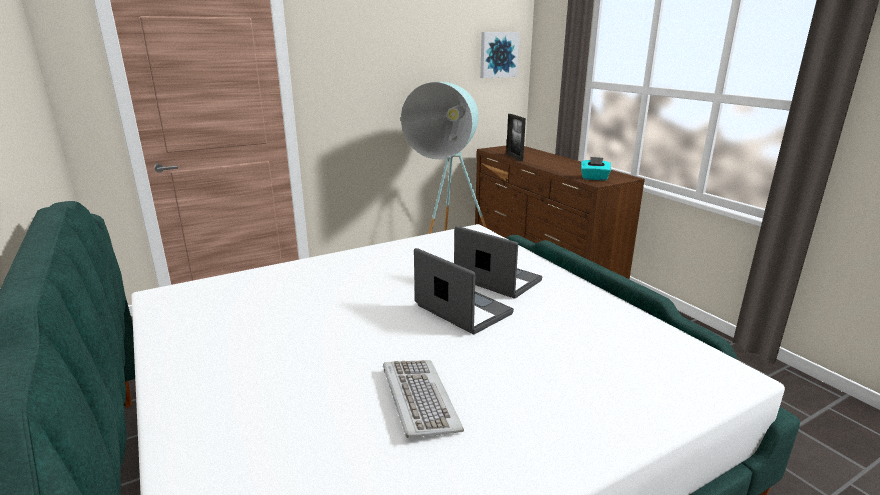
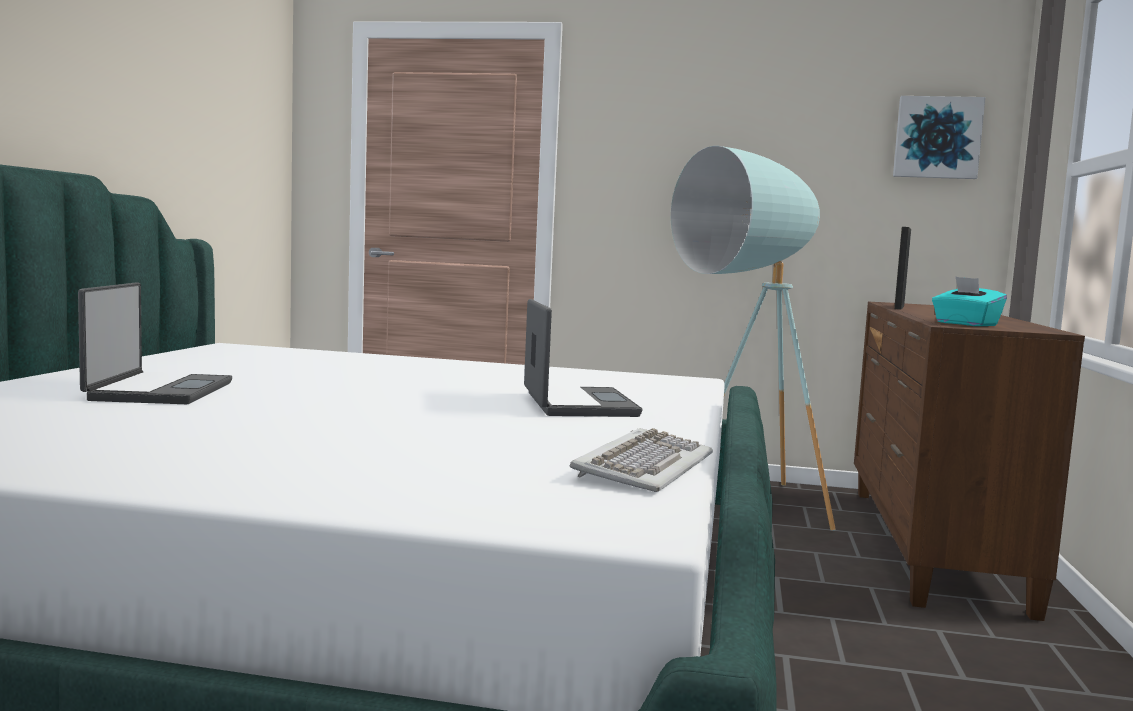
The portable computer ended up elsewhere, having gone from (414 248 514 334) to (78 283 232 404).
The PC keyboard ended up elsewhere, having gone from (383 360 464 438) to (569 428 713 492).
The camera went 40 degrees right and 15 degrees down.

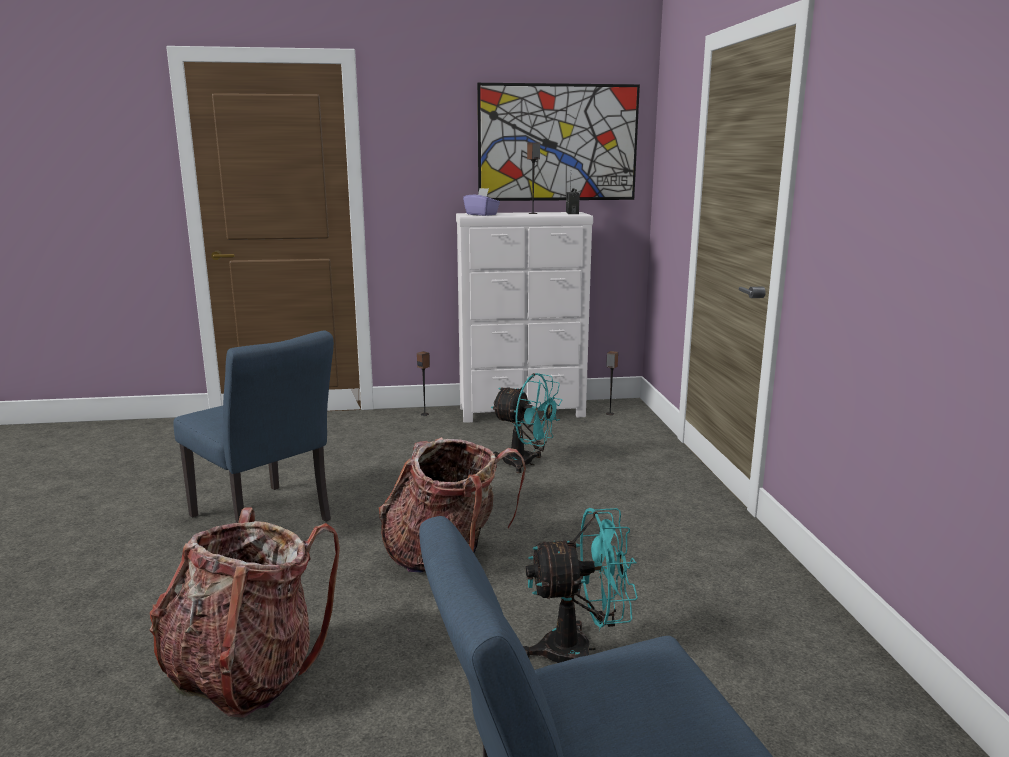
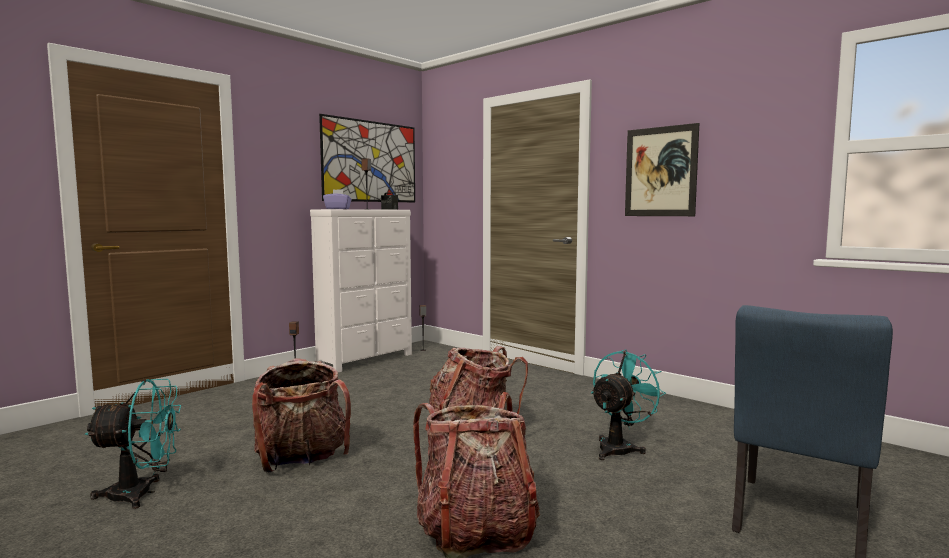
Where the blue-coloured chair stood at (173 331 334 523), the rucksack came to stand at (252 359 351 472).
The turquoise electric fan ended up elsewhere, having gone from (491 373 562 473) to (85 379 181 509).
The second view gained the wall art at (625 123 699 216).
The camera went 40 degrees left and 10 degrees down.

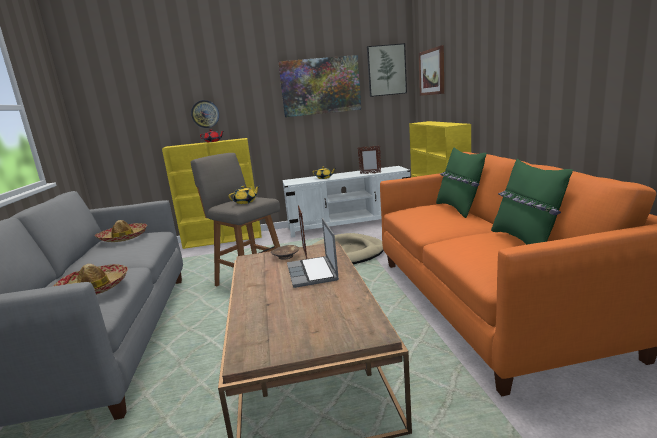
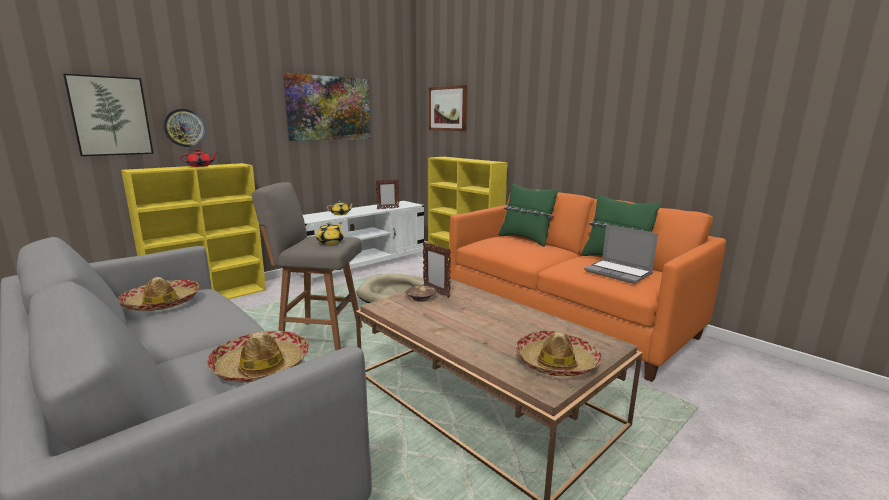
The wall art ended up elsewhere, having gone from (367 43 407 97) to (63 74 154 156).
The portable computer ended up elsewhere, having gone from (287 218 339 288) to (584 224 658 284).
The second view gained the wearable hat at (516 330 602 376).
The camera went 35 degrees left and 0 degrees up.

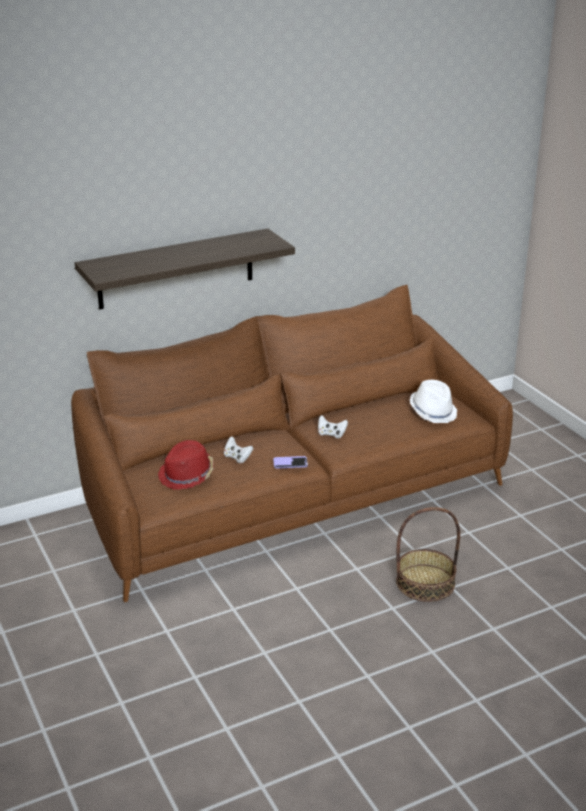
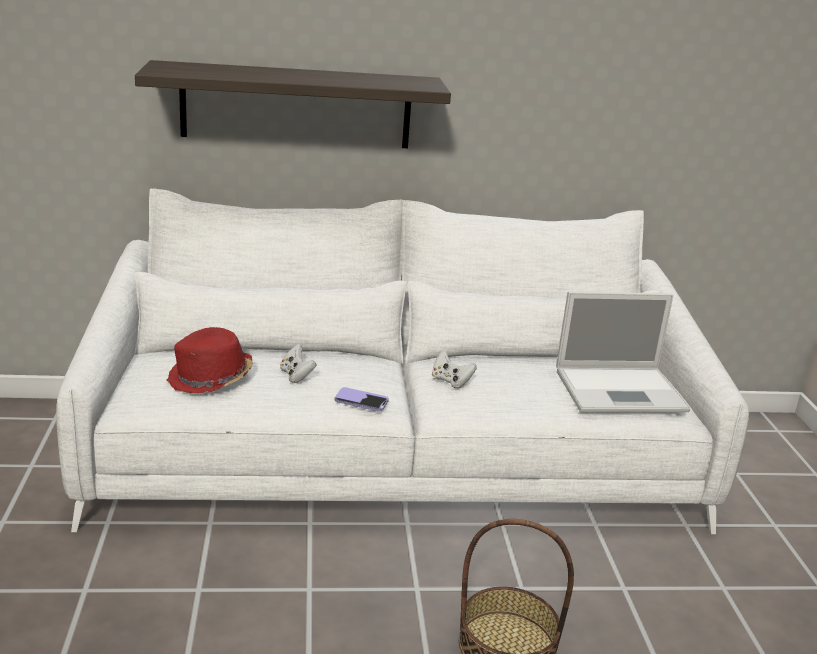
What was the brown couch at (71 285 513 602) turned into the whitish couch at (56 188 749 534).
Where the whitish wearable hat stood at (410 380 457 423), the portable computer came to stand at (556 292 690 412).
The camera went 20 degrees right and 5 degrees down.

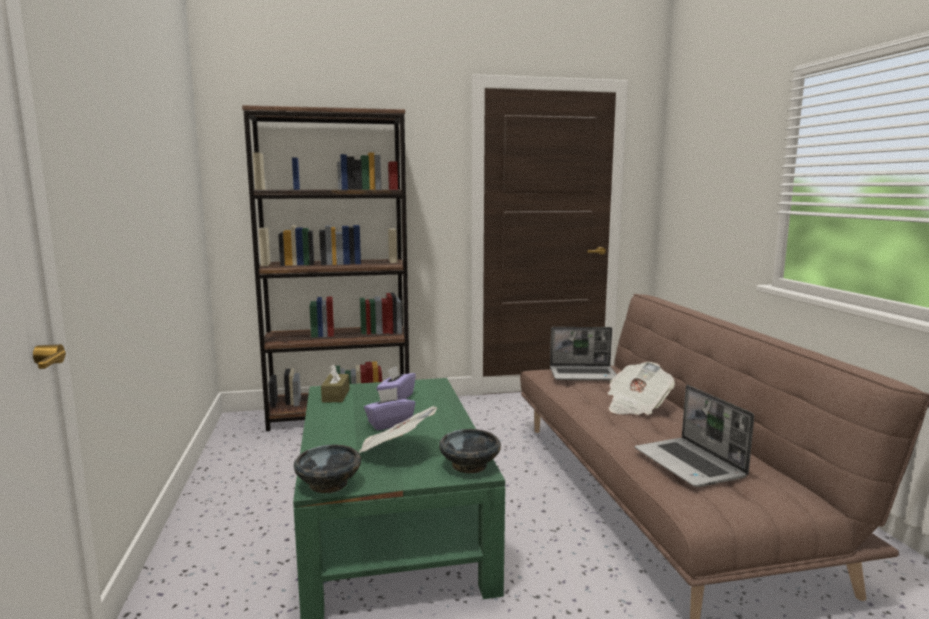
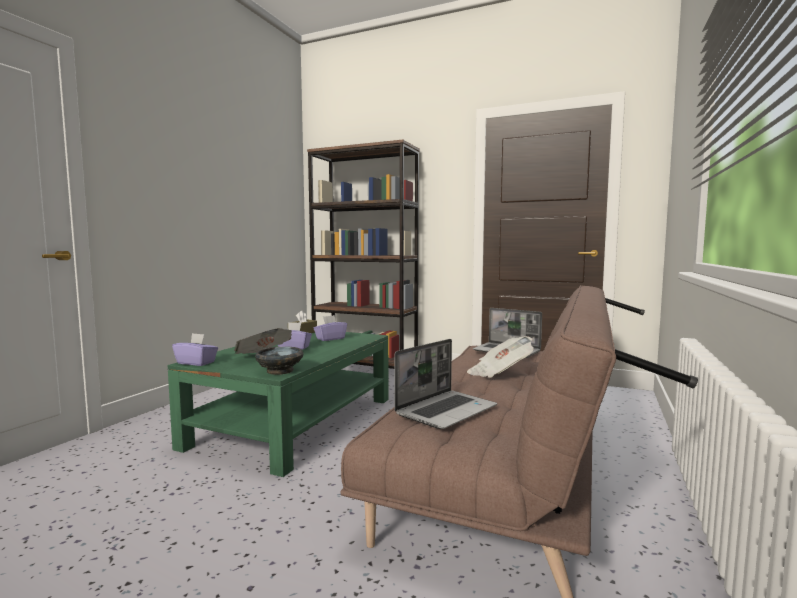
The portable computer at (635 385 754 487) ended up facing another way, 150 degrees counterclockwise from before.
Where the black-coloured deep dish stood at (294 444 361 493), the purple-coloured tissue holder came to stand at (172 333 218 366).
The camera went 35 degrees right and 5 degrees down.

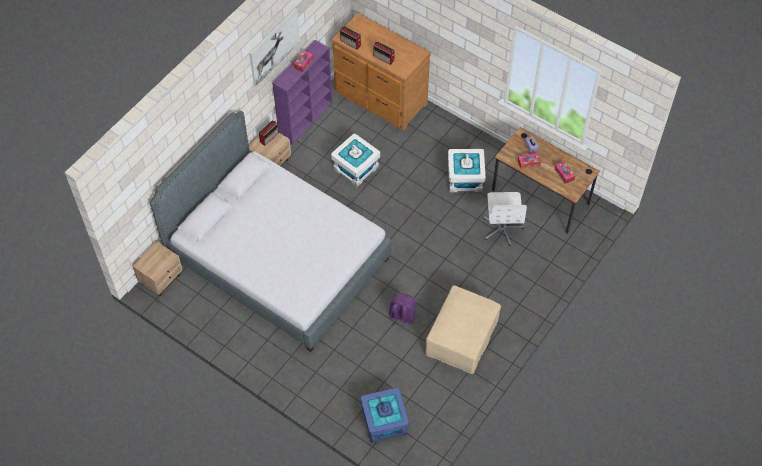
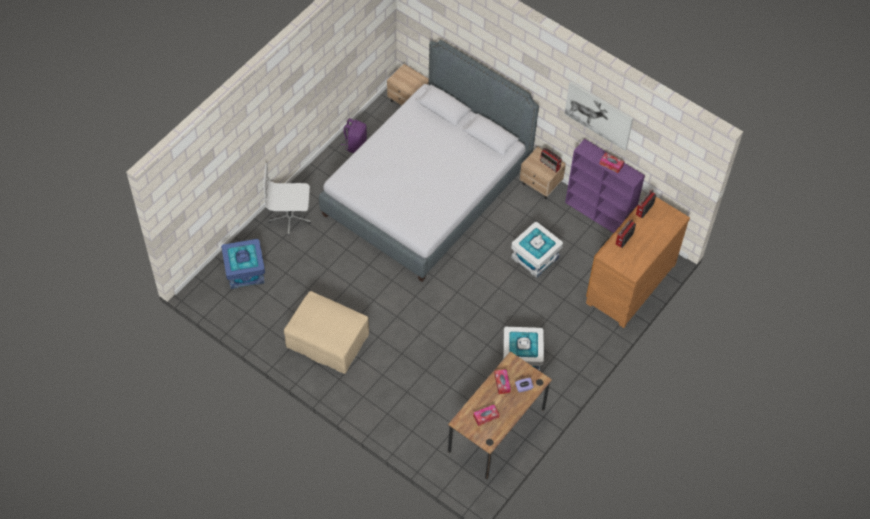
The whitish office chair ended up elsewhere, having gone from (483 192 527 246) to (263 163 311 235).
The purple-coloured rucksack ended up elsewhere, having gone from (389 293 416 331) to (341 118 367 153).
The camera went 90 degrees right and 0 degrees up.

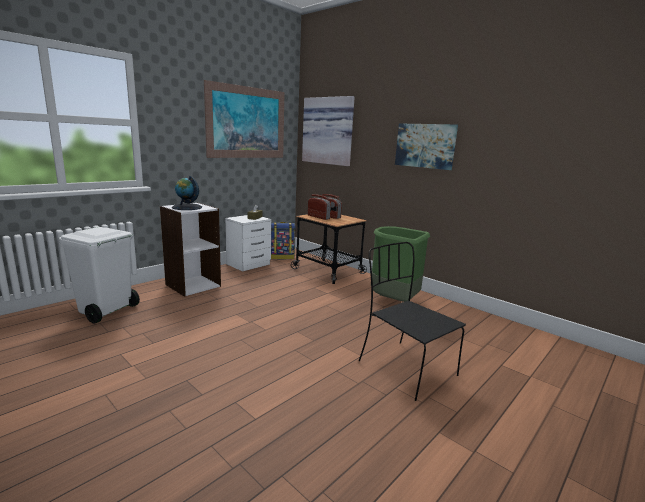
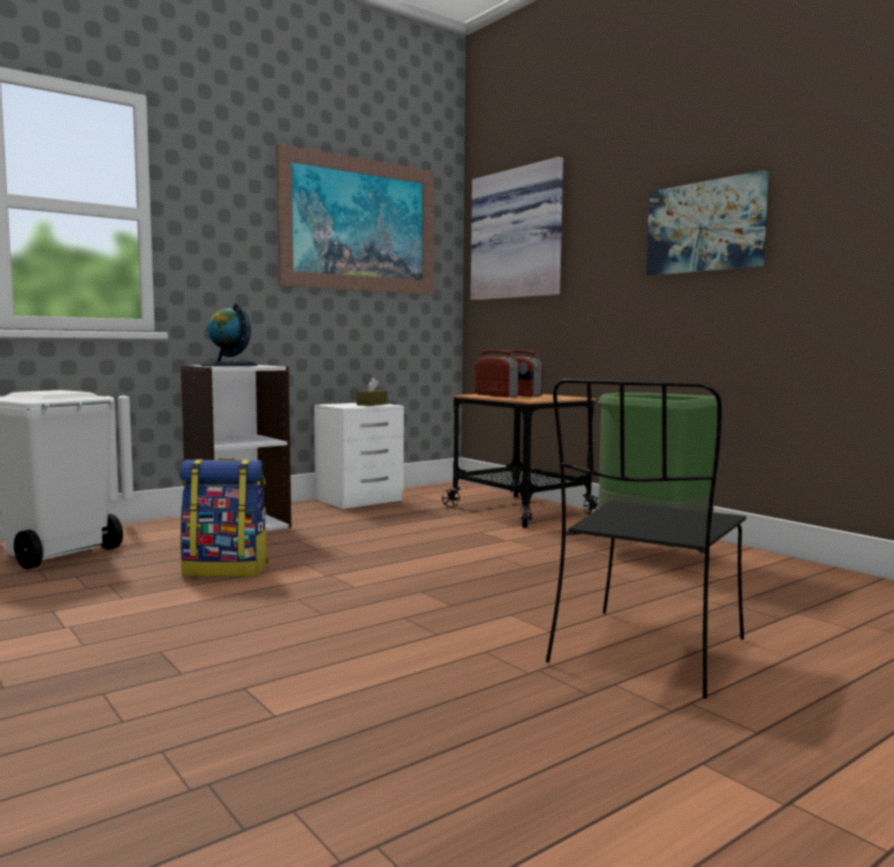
The rucksack ended up elsewhere, having gone from (271 222 296 259) to (180 458 268 577).
The black-coloured chair at (359 242 466 401) ended up facing another way, 120 degrees counterclockwise from before.
The camera went 10 degrees right and 10 degrees down.

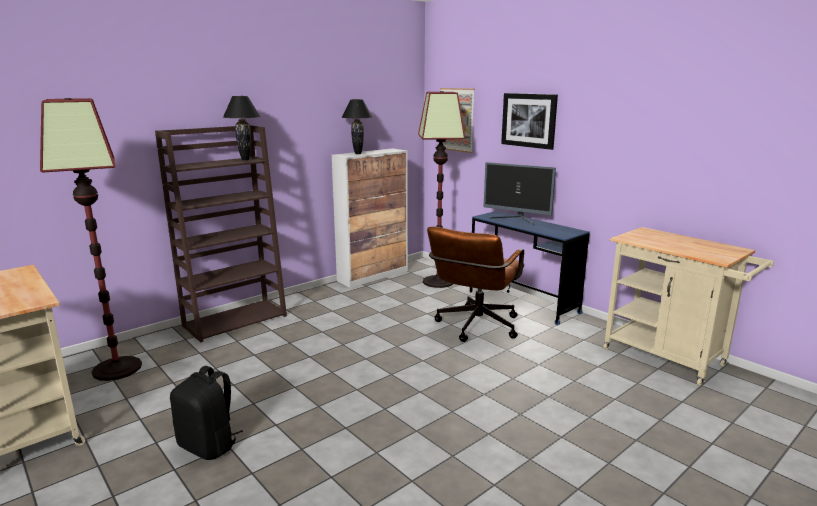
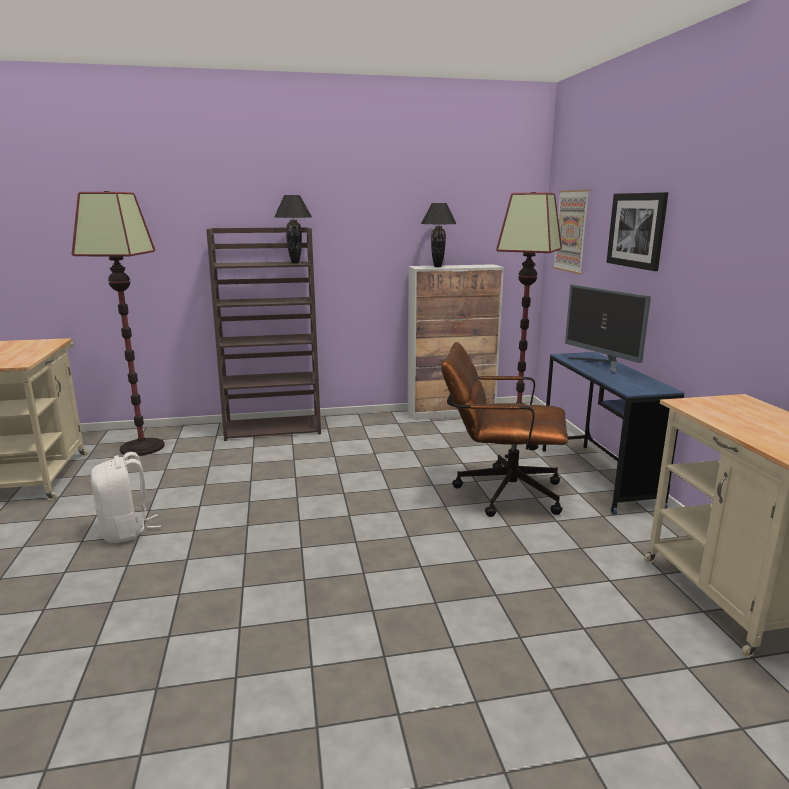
The brown office chair at (427 227 524 342) ended up facing another way, 45 degrees clockwise from before.
What was the black-coloured rucksack at (170 366 243 460) turned into the whitish rucksack at (91 452 161 543).
The camera went 30 degrees right and 0 degrees up.

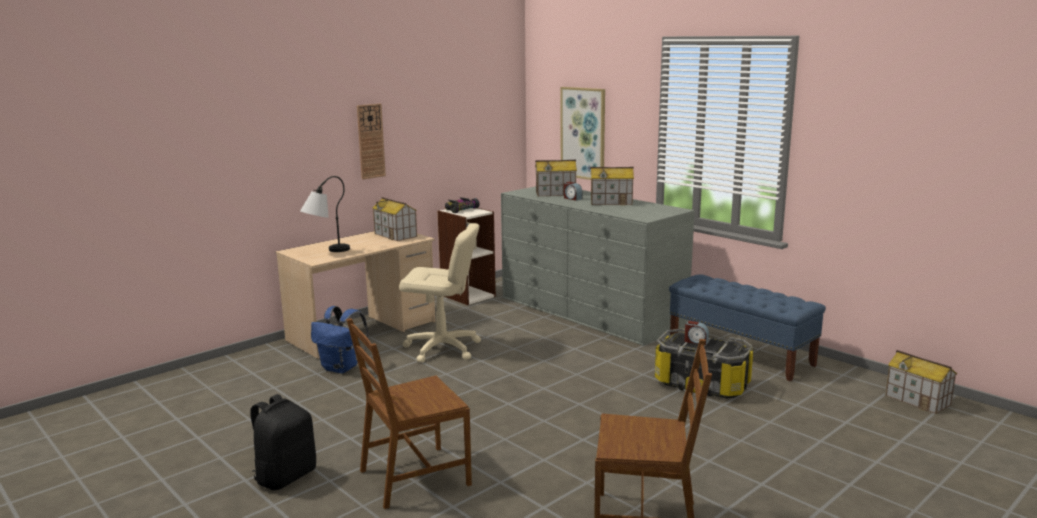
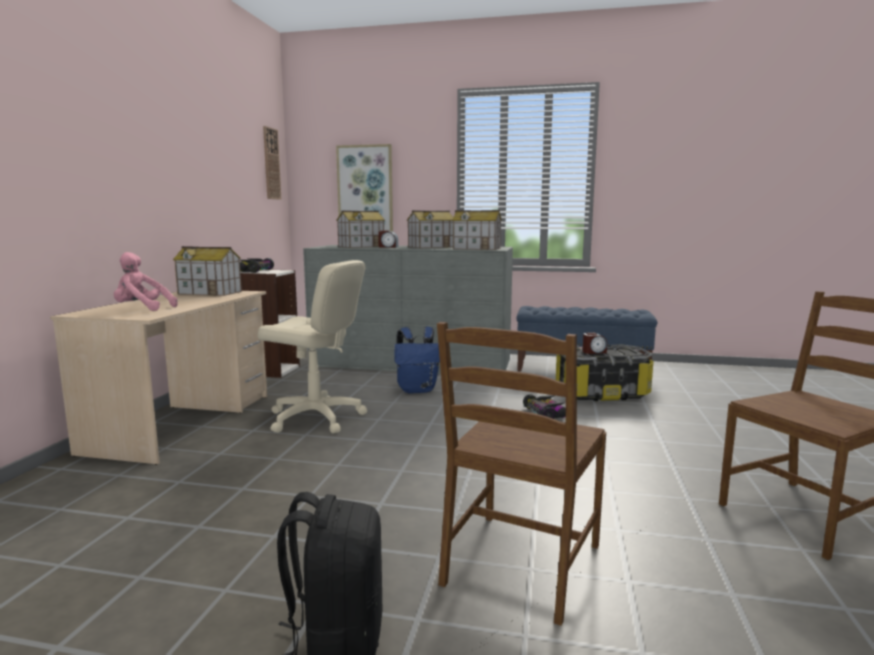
The hanging clock ended up elsewhere, having gone from (357 104 386 179) to (263 126 281 200).
Where the lamp for a table stood at (300 176 350 252), the pinkish cuddly toy came to stand at (114 252 178 311).
The sand-coloured office chair at (399 223 481 363) ended up facing another way, 45 degrees clockwise from before.
The blue-coloured rucksack ended up elsewhere, having gone from (311 306 368 373) to (394 326 440 393).
The miniature house ended up elsewhere, having gone from (885 350 957 414) to (452 210 502 250).
The second view gained the miniature car at (523 394 566 419).
The camera went 35 degrees left and 5 degrees down.

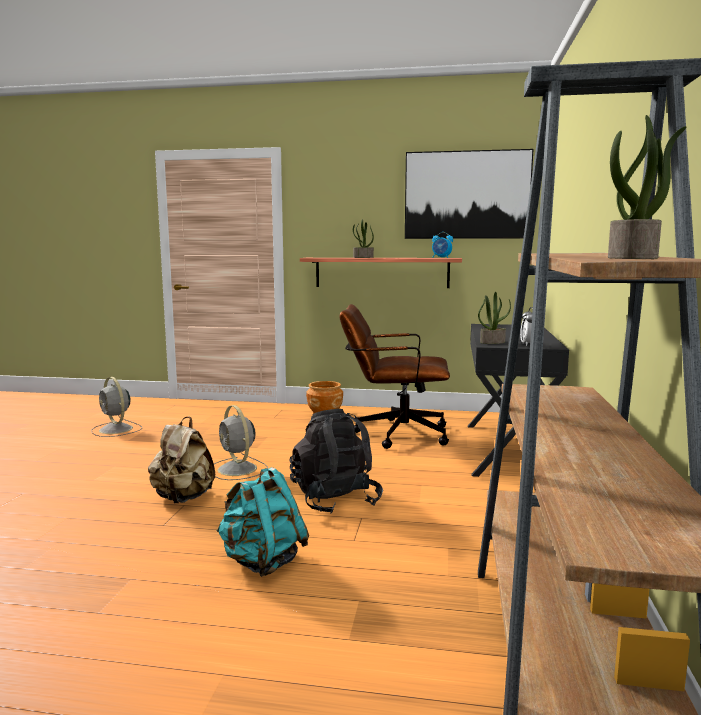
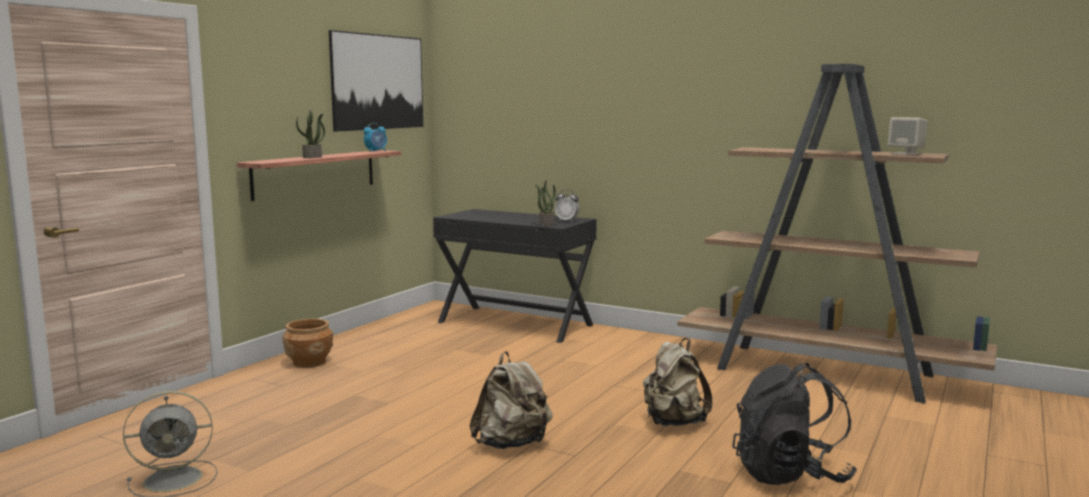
Where the potted plant stood at (608 115 687 259), the sand-coloured speaker came to stand at (888 117 928 155).
The second view lost the brown office chair at (339 304 450 449).
The second view lost the gray electric fan at (214 405 268 480).
The black-coloured rucksack ended up elsewhere, having gone from (290 409 383 514) to (732 363 857 485).
What was the turquoise rucksack at (216 467 309 577) turned into the sand-coloured rucksack at (643 338 712 426).
The camera went 70 degrees left and 0 degrees up.

